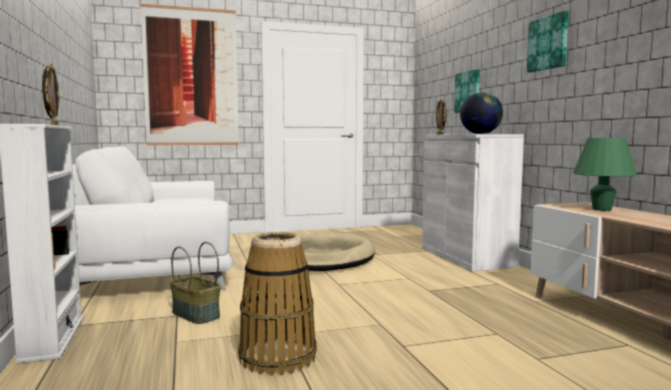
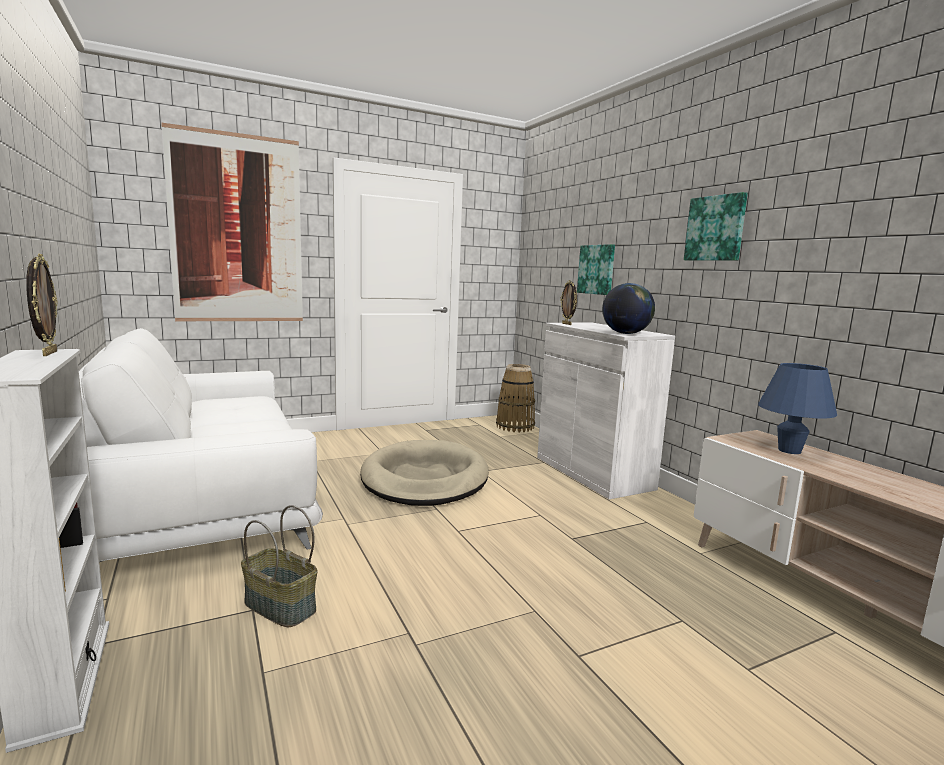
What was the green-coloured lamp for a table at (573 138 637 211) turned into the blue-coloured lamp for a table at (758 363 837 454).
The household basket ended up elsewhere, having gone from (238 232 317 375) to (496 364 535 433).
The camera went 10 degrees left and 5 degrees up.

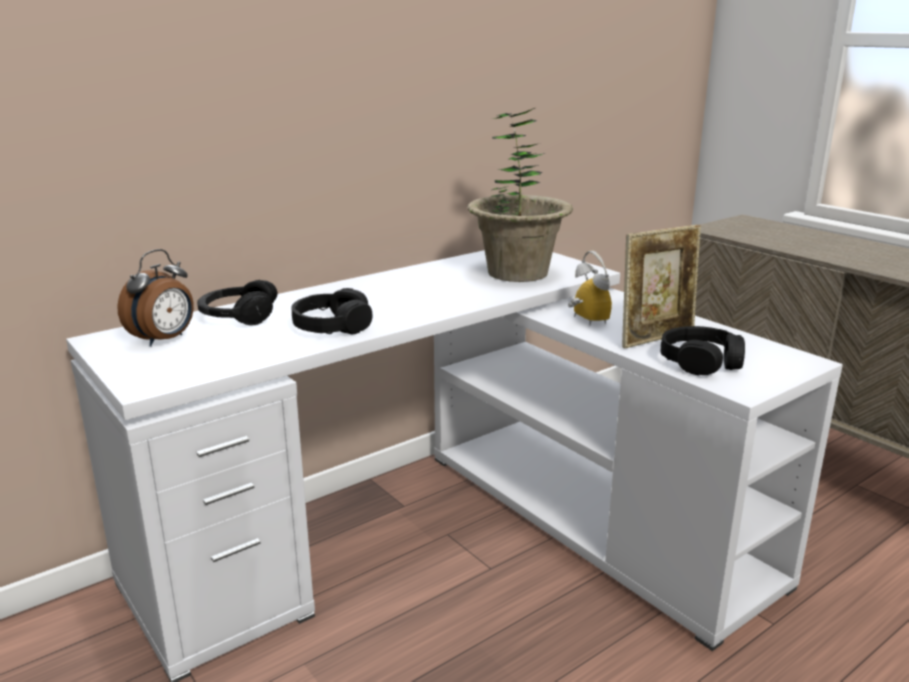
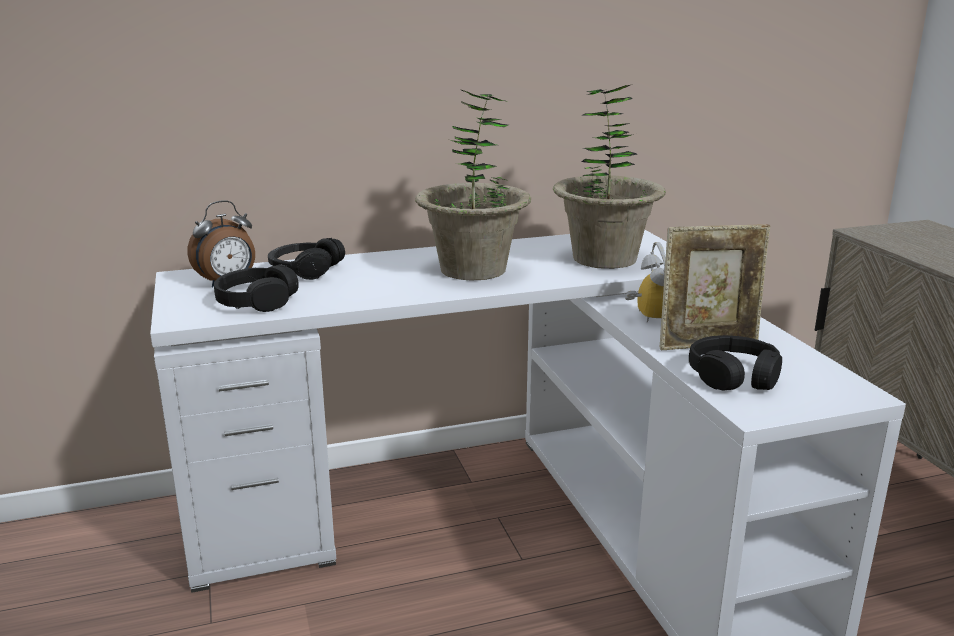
The black-coloured headset ended up elsewhere, having gone from (292 288 372 334) to (214 265 299 312).
The second view gained the potted plant at (415 90 531 281).
The camera went 20 degrees right and 0 degrees up.

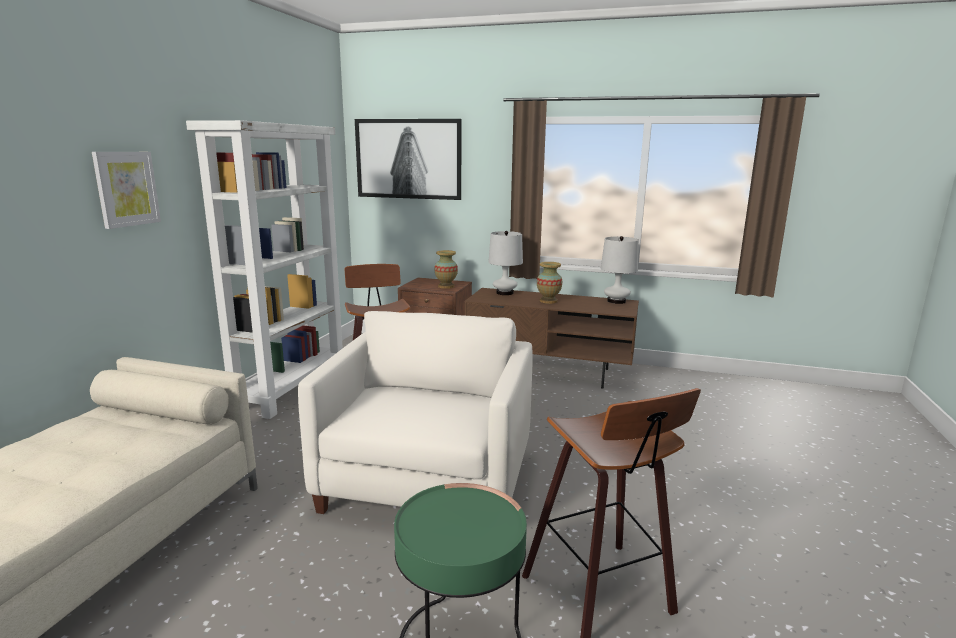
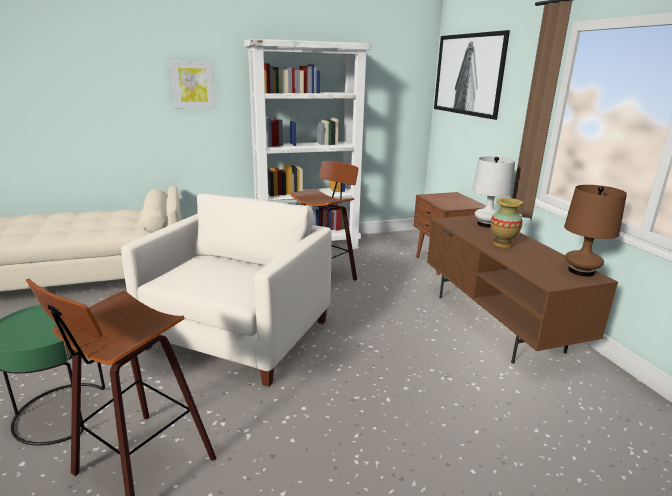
What was the whitish lamp for a table at (601 236 639 304) turned into the brown lamp for a table at (564 185 627 277).
The second view lost the decorative vase at (434 250 458 289).
The whitish lounge chair at (298 311 533 514) ended up facing another way, 45 degrees counterclockwise from before.
The camera went 55 degrees right and 5 degrees up.

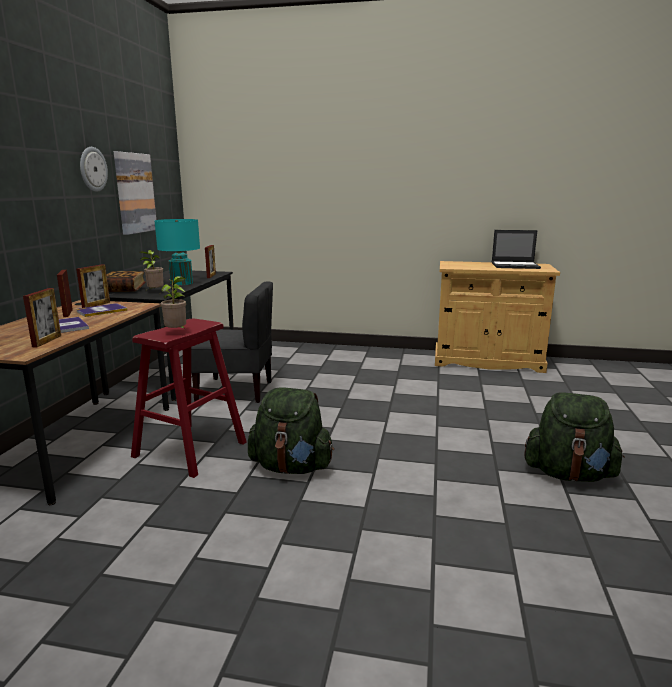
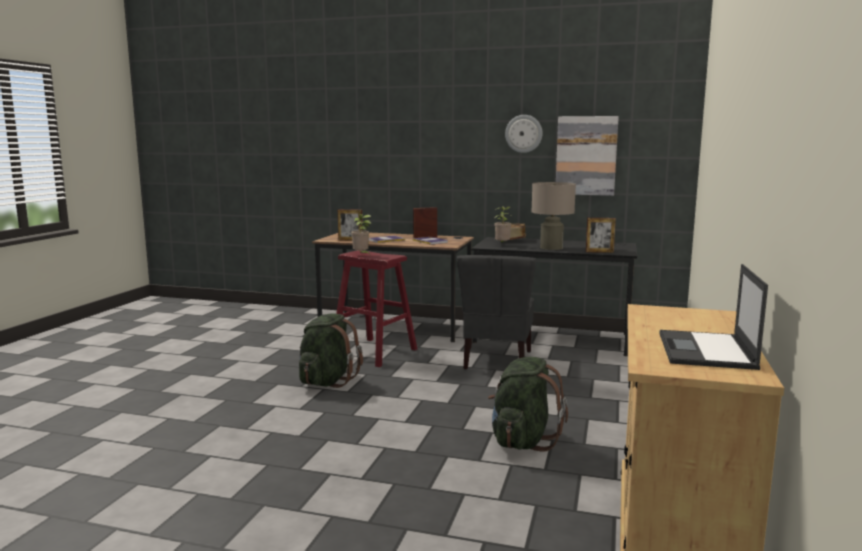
What was the turquoise lamp for a table at (155 219 200 285) turned into the sand-coloured lamp for a table at (531 182 576 250).
The second view lost the standing frame at (76 264 110 308).
The green-coloured rucksack ended up elsewhere, having gone from (525 392 625 482) to (488 357 568 452).
The camera went 95 degrees right and 5 degrees down.

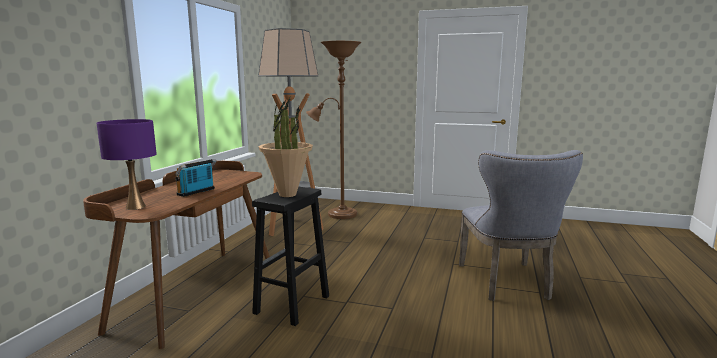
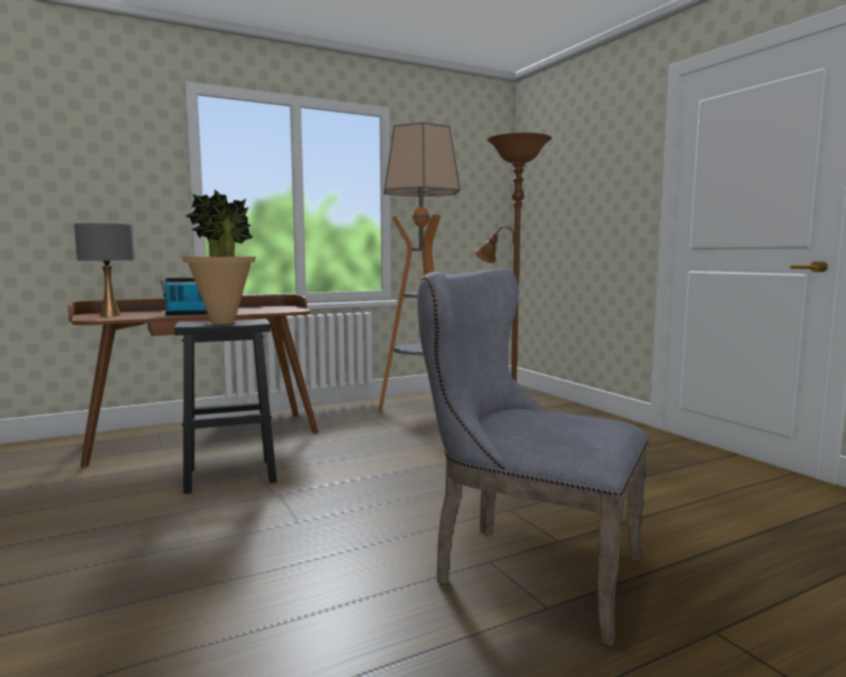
What was the purple-coloured lamp for a table at (97 119 157 210) turned into the gray lamp for a table at (74 223 135 317).
The gray chair at (459 150 583 301) ended up facing another way, 75 degrees clockwise from before.
The camera went 45 degrees right and 5 degrees down.

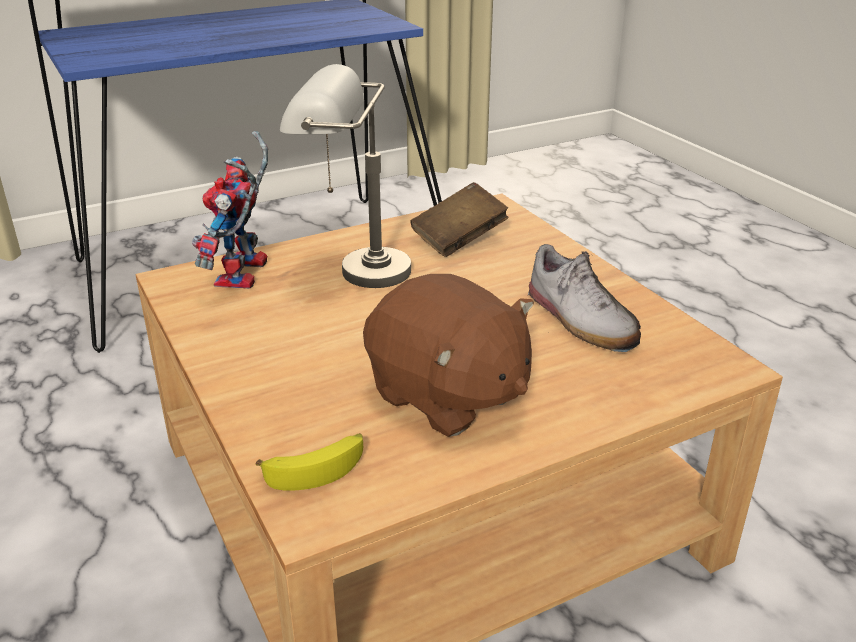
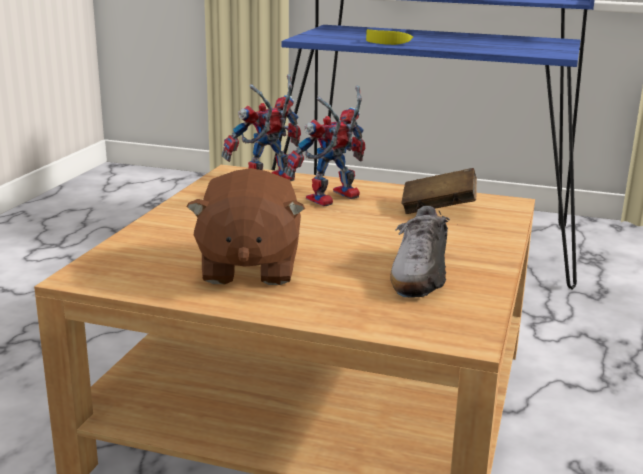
Where the gray lamp for a table stood at (280 64 411 288), the robot figure came to stand at (284 86 365 206).
The whole banana ended up elsewhere, having gone from (256 433 363 491) to (366 29 413 45).
The camera went 45 degrees right and 10 degrees down.

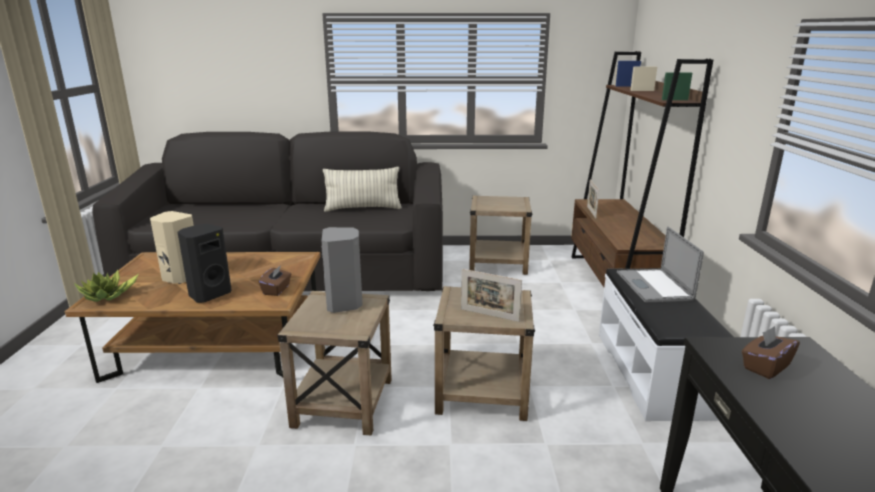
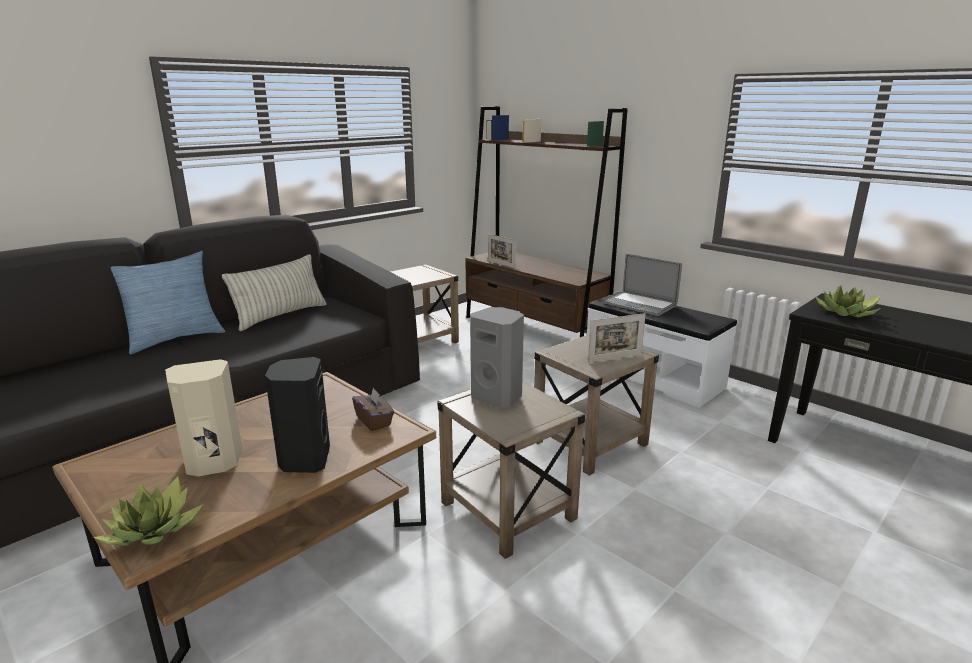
Where the brown tissue holder stood at (742 326 800 379), the potted plant came to stand at (815 286 881 317).
The second view gained the pillow at (111 251 225 354).
The camera went 45 degrees left and 0 degrees up.

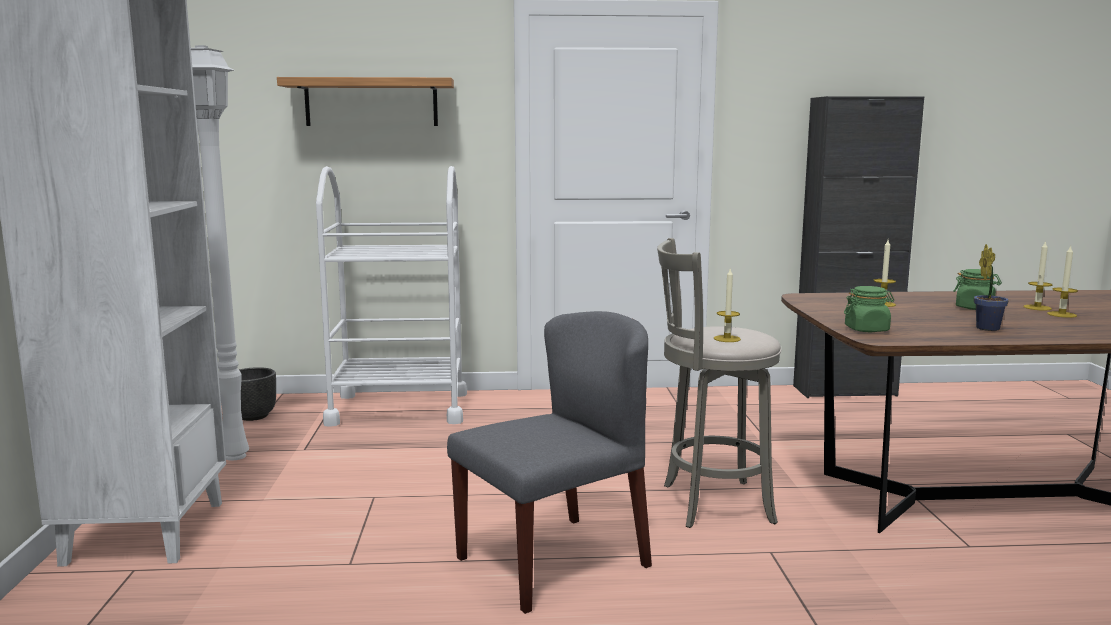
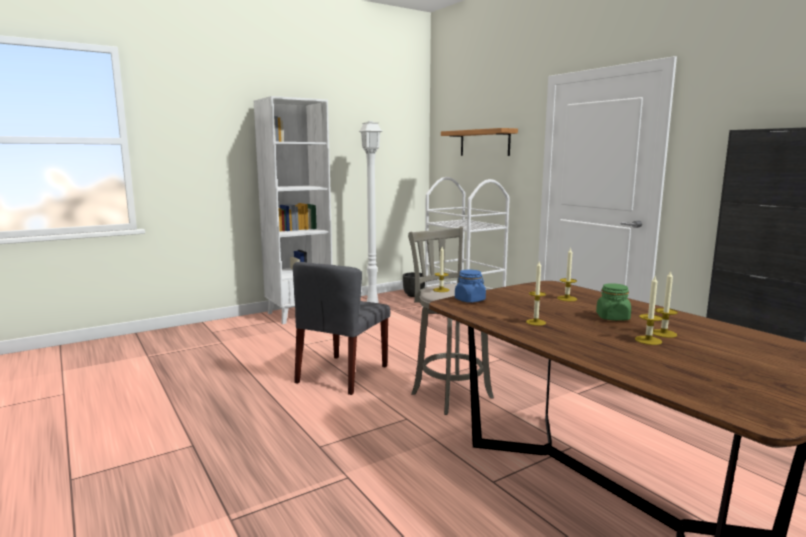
Where the potted plant stood at (974 244 1009 331), the wax light came to stand at (526 261 546 326).
What was the green-coloured storage jar at (844 286 894 332) turned into the blue-coloured storage jar at (455 270 486 303).
The gray chair at (447 311 652 614) ended up facing another way, 90 degrees clockwise from before.
The camera went 60 degrees right and 0 degrees up.

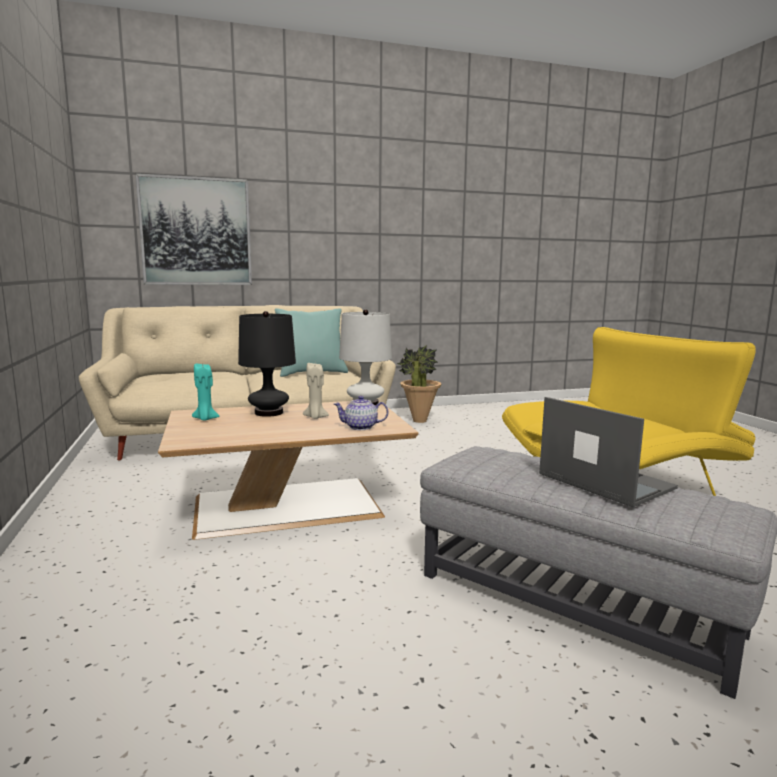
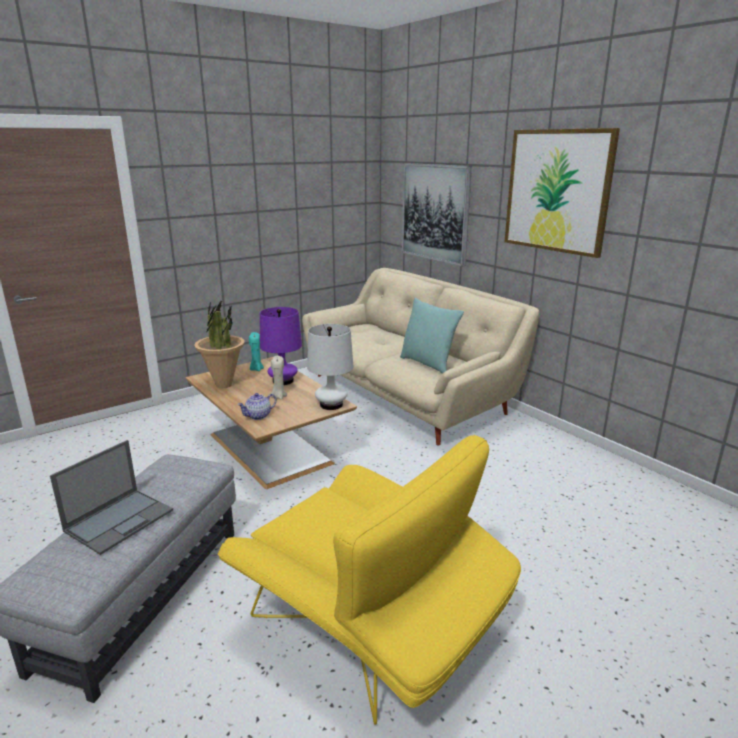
What was the black-coloured lamp for a table at (238 311 296 417) turned into the purple-coloured lamp for a table at (260 307 302 385).
The potted plant ended up elsewhere, having gone from (397 345 441 423) to (194 298 245 388).
The teapot at (334 396 388 430) ended up facing another way, 105 degrees counterclockwise from before.
The second view gained the wall art at (504 128 620 258).
The camera went 70 degrees right and 10 degrees up.

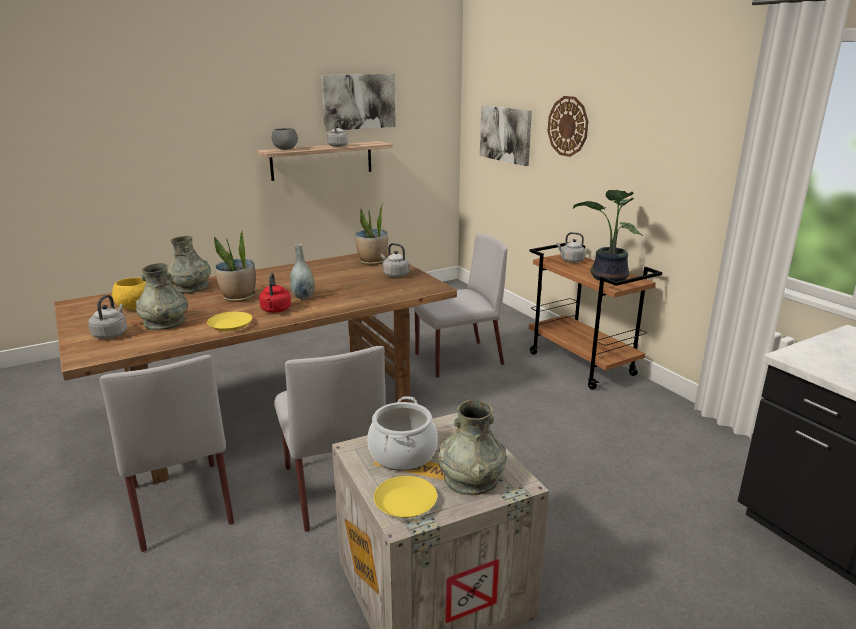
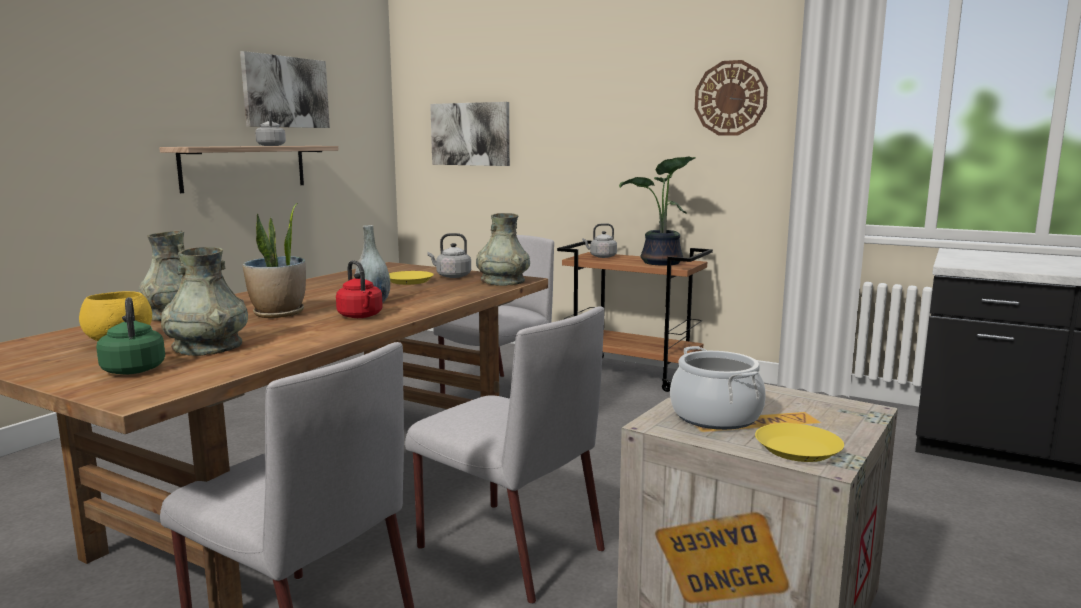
The hanging clock ended up elsewhere, having gone from (547 96 588 157) to (695 60 768 136).
The second view lost the gray deep dish at (272 128 298 150).
The second view lost the potted plant at (355 203 388 265).
What was the gray kettle at (88 295 127 339) turned into the green-coloured kettle at (96 297 165 374).
The yellowish flat dish ended up elsewhere, having gone from (207 312 252 331) to (389 271 434 285).
The gray decorative vase ended up elsewhere, having gone from (438 400 507 495) to (476 213 530 286).
The camera went 30 degrees left and 10 degrees down.

